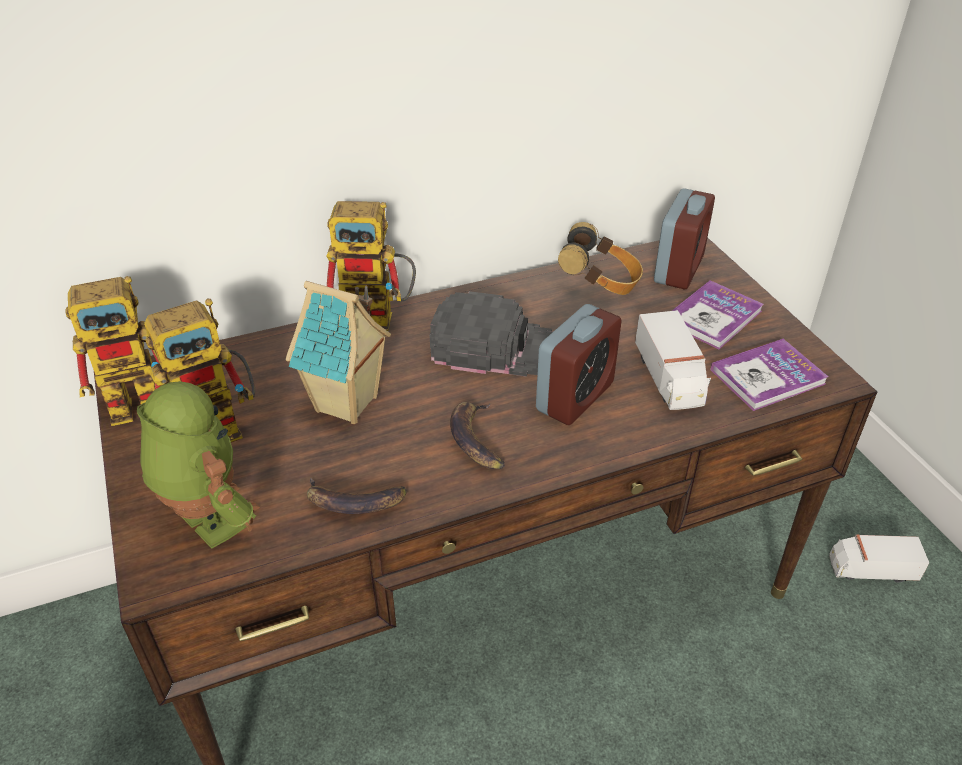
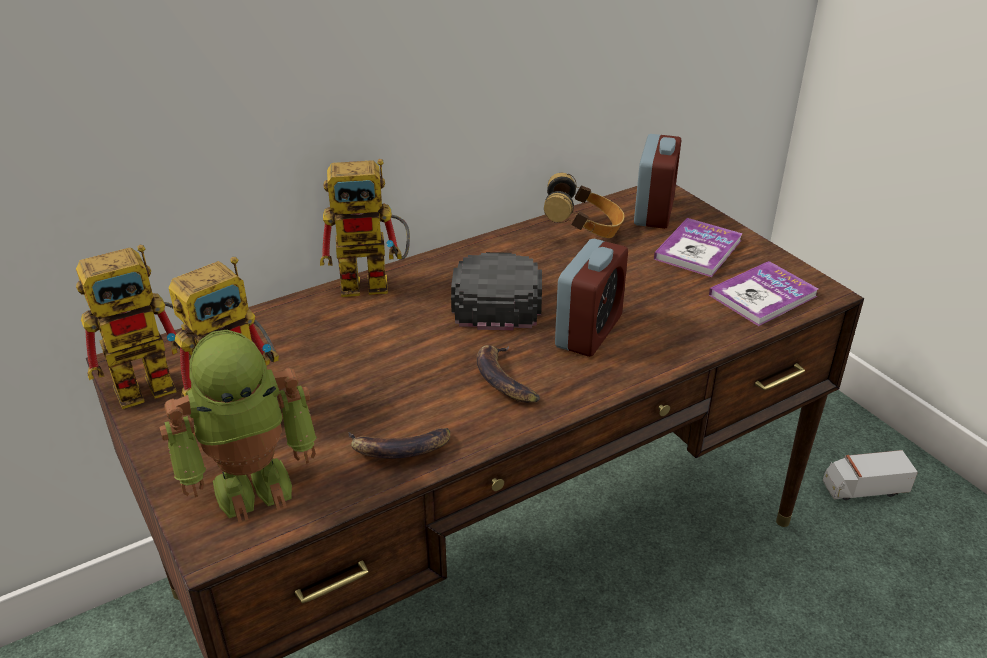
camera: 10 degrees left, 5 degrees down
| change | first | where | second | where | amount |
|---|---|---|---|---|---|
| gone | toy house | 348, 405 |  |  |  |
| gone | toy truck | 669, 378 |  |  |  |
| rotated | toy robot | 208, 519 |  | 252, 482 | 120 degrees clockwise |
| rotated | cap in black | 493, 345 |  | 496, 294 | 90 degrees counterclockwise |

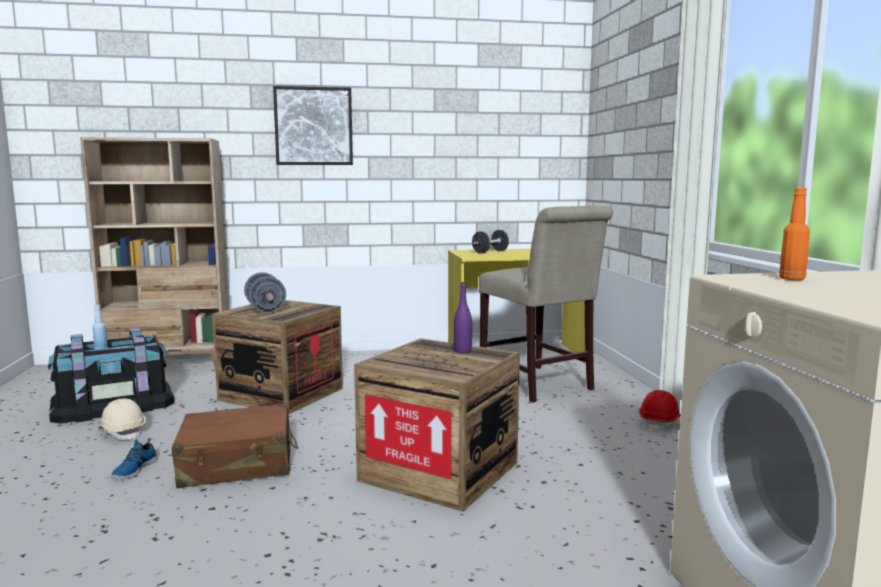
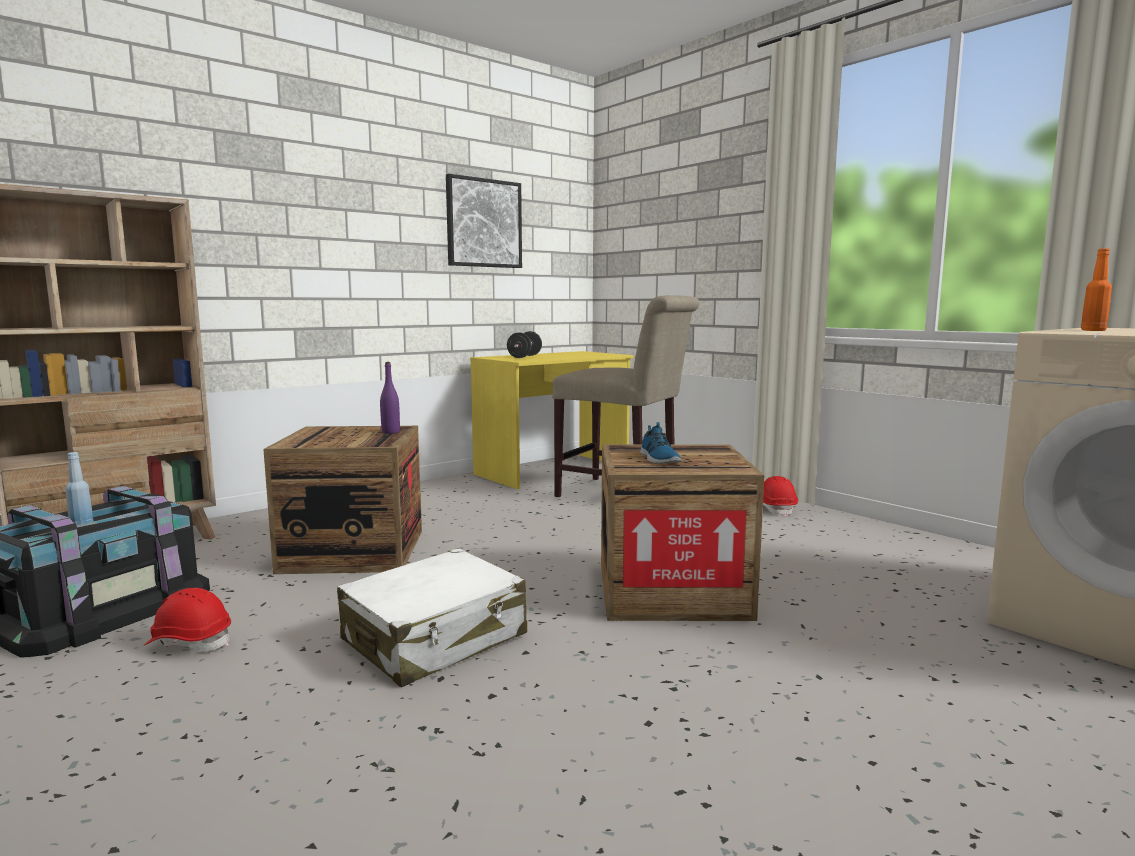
camera: 30 degrees left, 0 degrees up
| change | first | where | second | where | amount |
|---|---|---|---|---|---|
| gone | dumbbell in grey | 265, 309 |  |  |  |
| shifted | shoe | 134, 470 |  | 658, 459 |  |
| shifted | picture | 313, 126 |  | 483, 223 |  |
| shifted | bottle in purple | 462, 351 |  | 390, 432 |  |
| repainted | hard hat in beige | 123, 433 | hard hat in red | 190, 642 |  |
| repainted | suitcase in brown | 237, 464 | suitcase in white | 435, 638 |  |

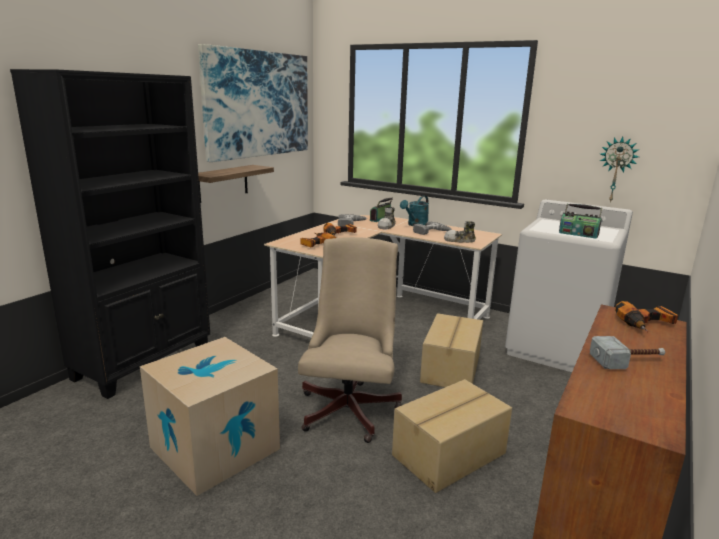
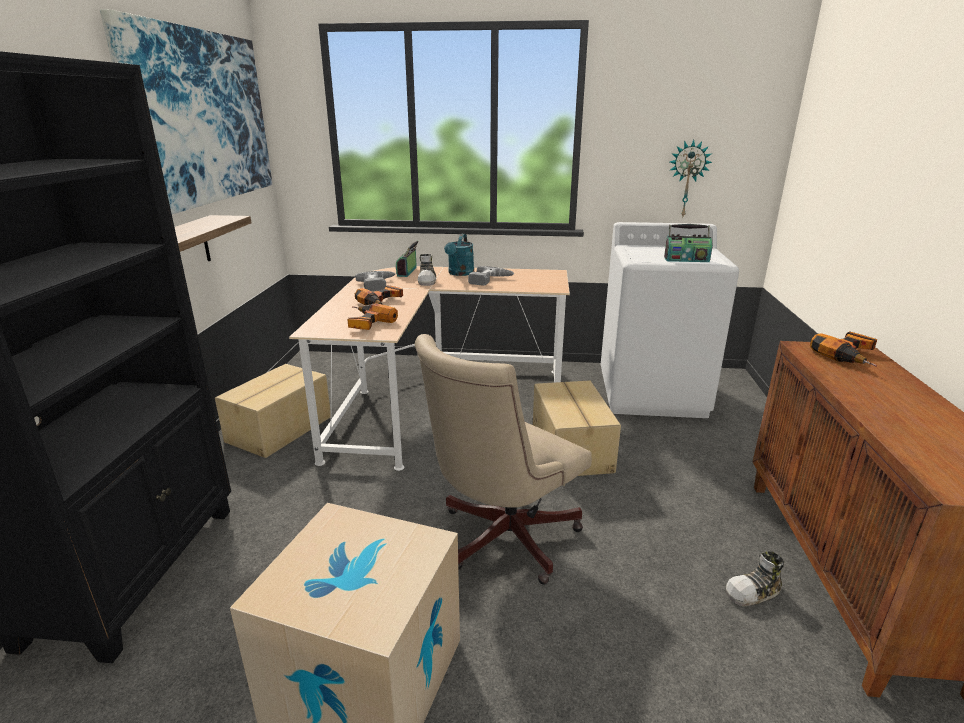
camera: 25 degrees left, 5 degrees up
| change | first | where | second | where | amount |
|---|---|---|---|---|---|
| gone | hammer | 628, 361 |  |  |  |
| shifted | cardboard box | 450, 455 |  | 281, 429 |  |
| shifted | shoe | 459, 240 |  | 754, 592 |  |
| rotated | office chair in beige | 351, 407 |  | 501, 539 | 120 degrees counterclockwise |

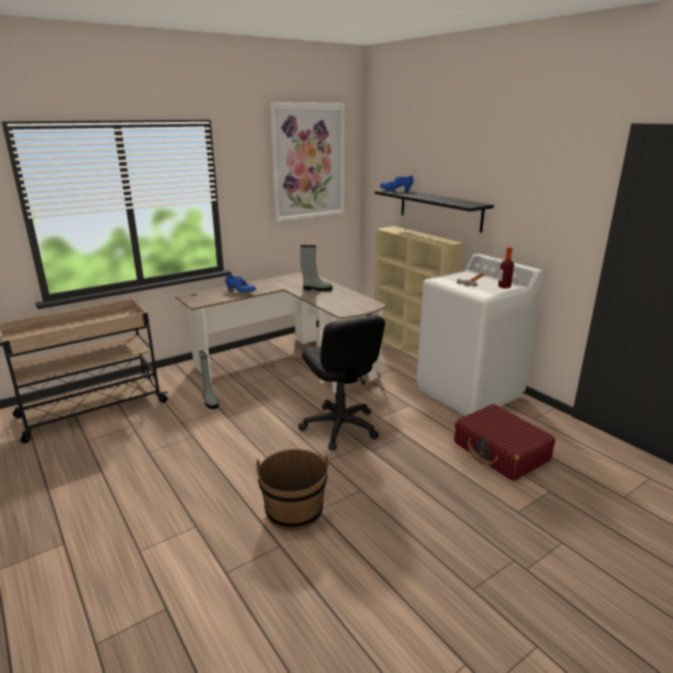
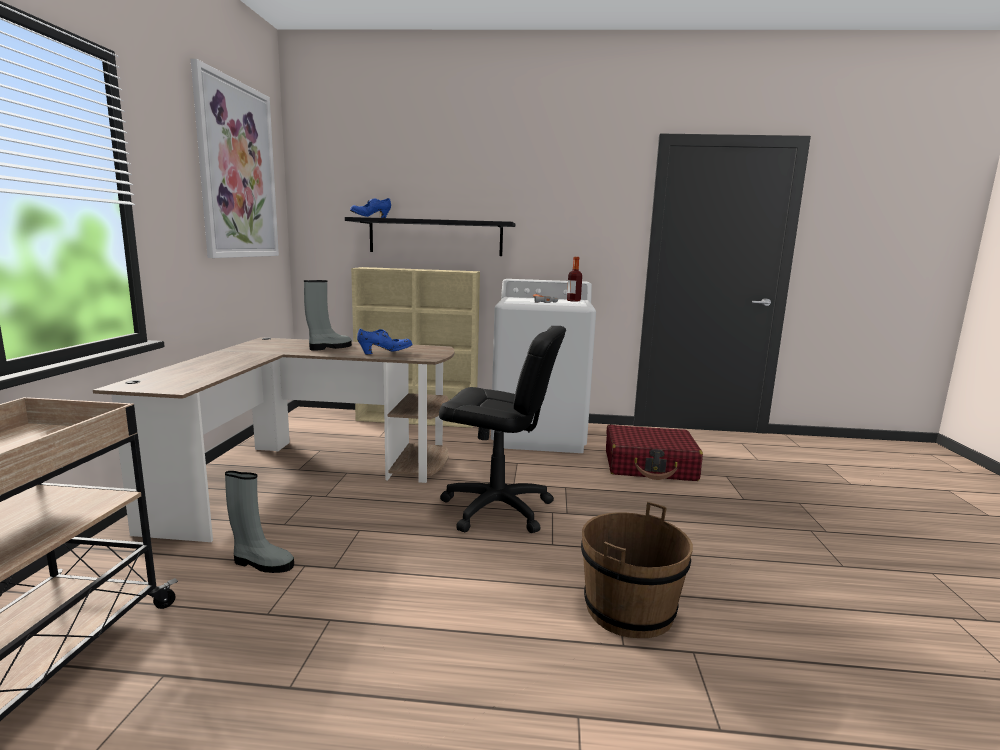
camera: 50 degrees left, 10 degrees down
| change | first | where | second | where | amount |
|---|---|---|---|---|---|
| shifted | shoe in blue | 240, 292 |  | 385, 353 |  |

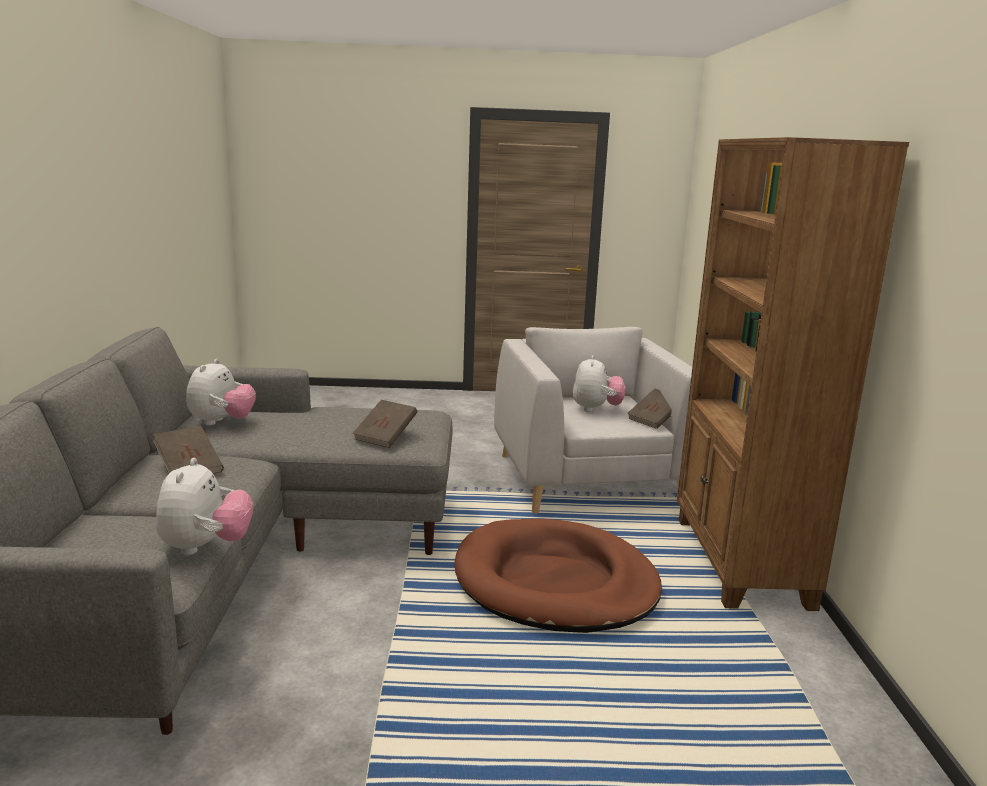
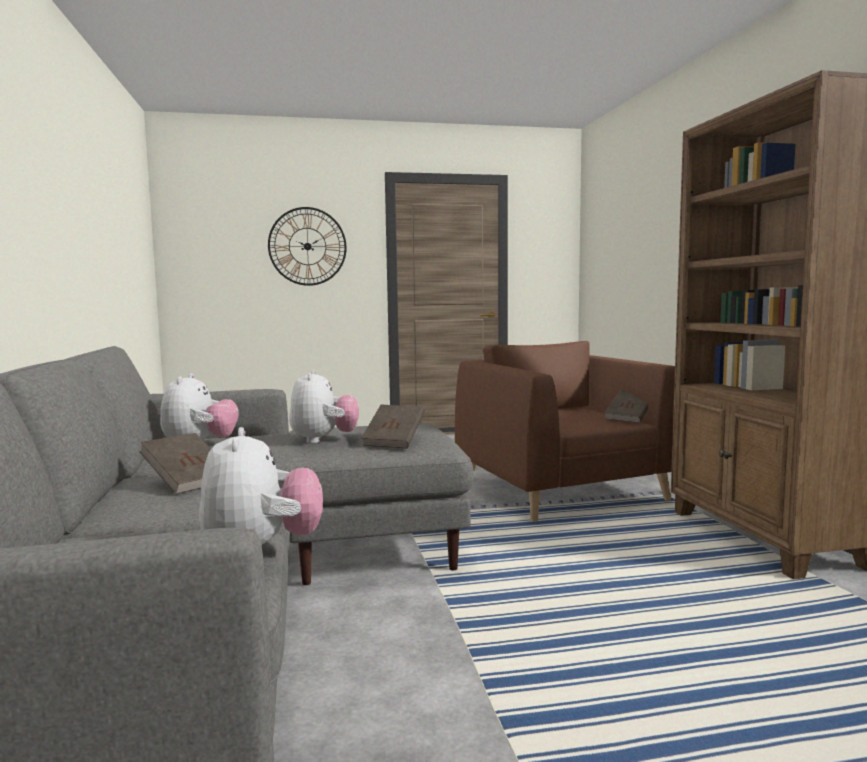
camera: 10 degrees left, 10 degrees down
| change | first | where | second | where | amount |
|---|---|---|---|---|---|
| gone | dog bed in brown | 555, 583 |  |  |  |
| new |  |  | wall clock | 307, 246 |  |
| shifted | plush toy | 596, 409 |  | 324, 440 |  |
| repainted | armchair in grey | 588, 479 | armchair in brown | 562, 490 |  |

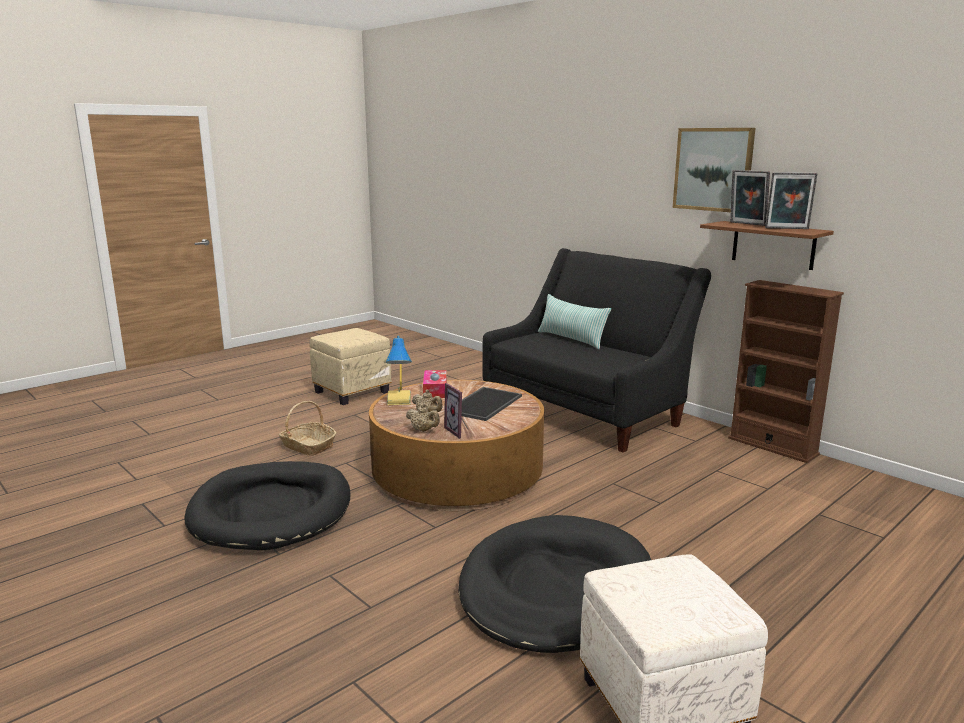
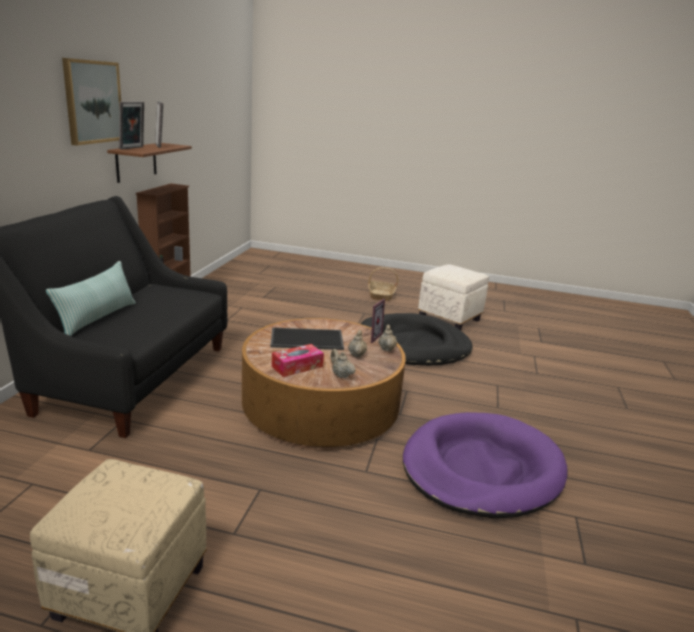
camera: 125 degrees left, 5 degrees up
| change | first | where | second | where | amount |
|---|---|---|---|---|---|
| shifted | basket | 308, 446 |  | 381, 295 |  |
| swapped | table lamp | 400, 400 | teapot in beige | 341, 375 |  |
| repainted | dog bed in black | 272, 510 | dog bed in purple | 481, 469 |  |

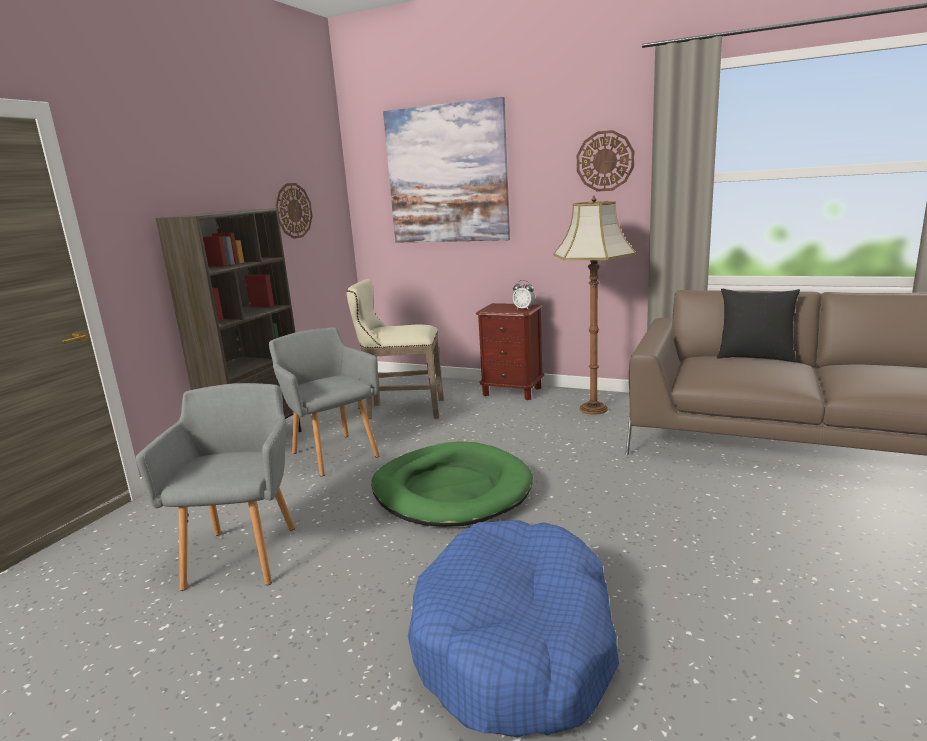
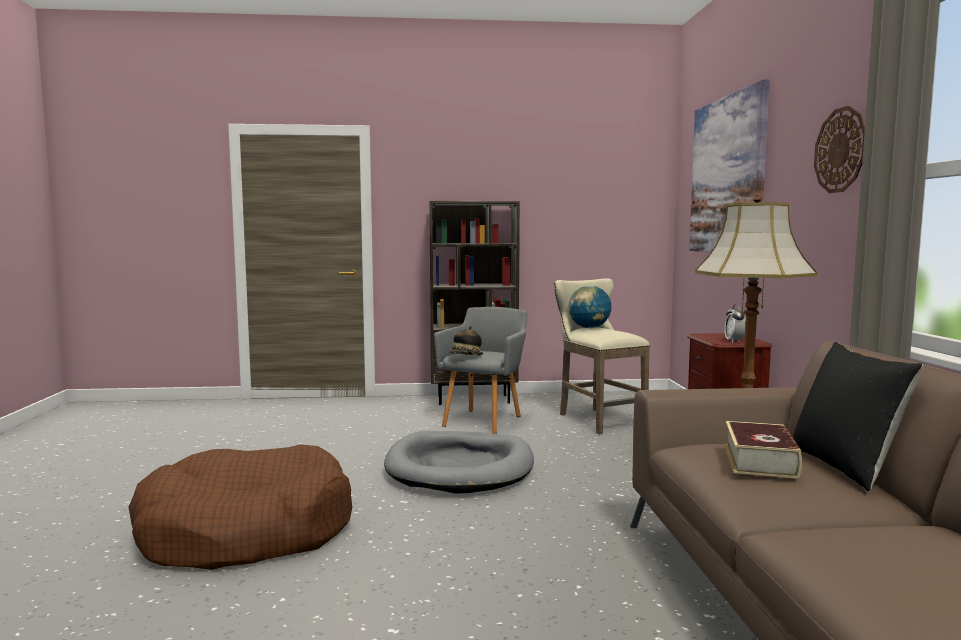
camera: 60 degrees right, 10 degrees down
| change | first | where | second | where | amount |
|---|---|---|---|---|---|
| gone | armchair in grey | 244, 552 |  |  |  |
| gone | wall clock | 293, 210 |  |  |  |
| new |  |  | hat | 466, 357 |  |
| new |  |  | globe | 589, 328 |  |
| new |  |  | book | 760, 461 |  |
| repainted | dog bed in green | 451, 490 | dog bed in grey | 460, 467 |  |
| repainted | dog bed in blue | 516, 644 | dog bed in brown | 246, 531 |  |

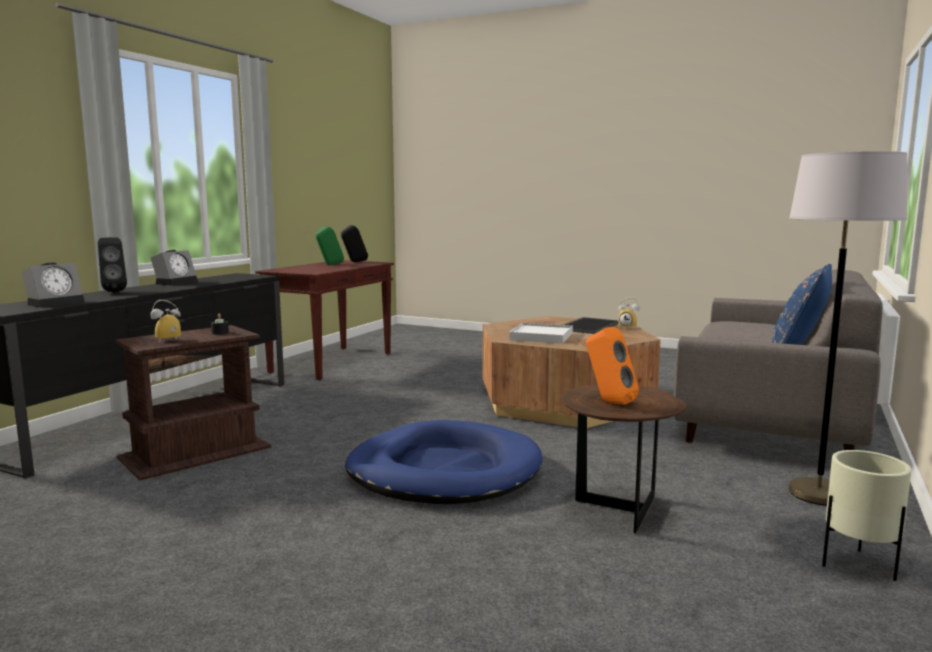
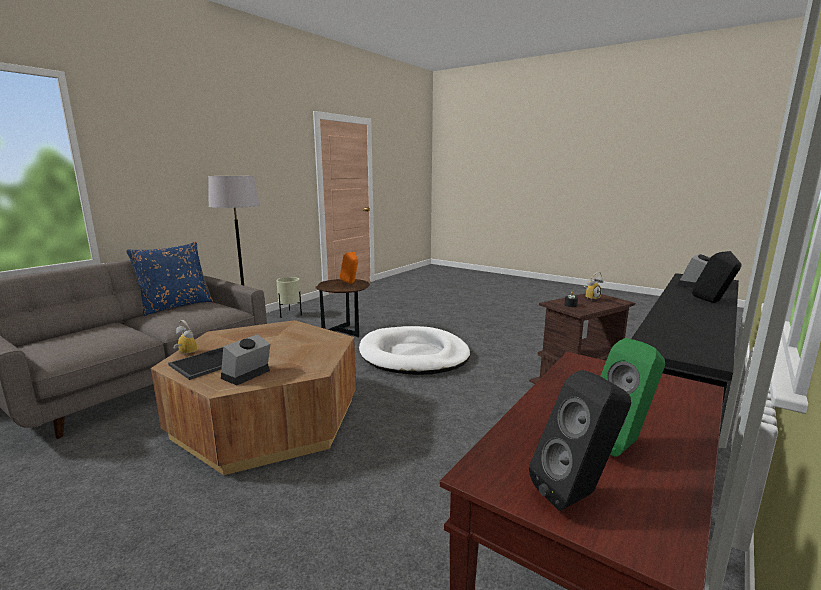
camera: 170 degrees left, 5 degrees up
| change | first | where | second | where | amount |
|---|---|---|---|---|---|
| gone | tray in white | 541, 336 |  |  |  |
| shifted | alarm clock | 176, 282 |  | 246, 375 |  |
| repainted | dog bed in blue | 444, 471 | dog bed in white | 414, 355 |  |

